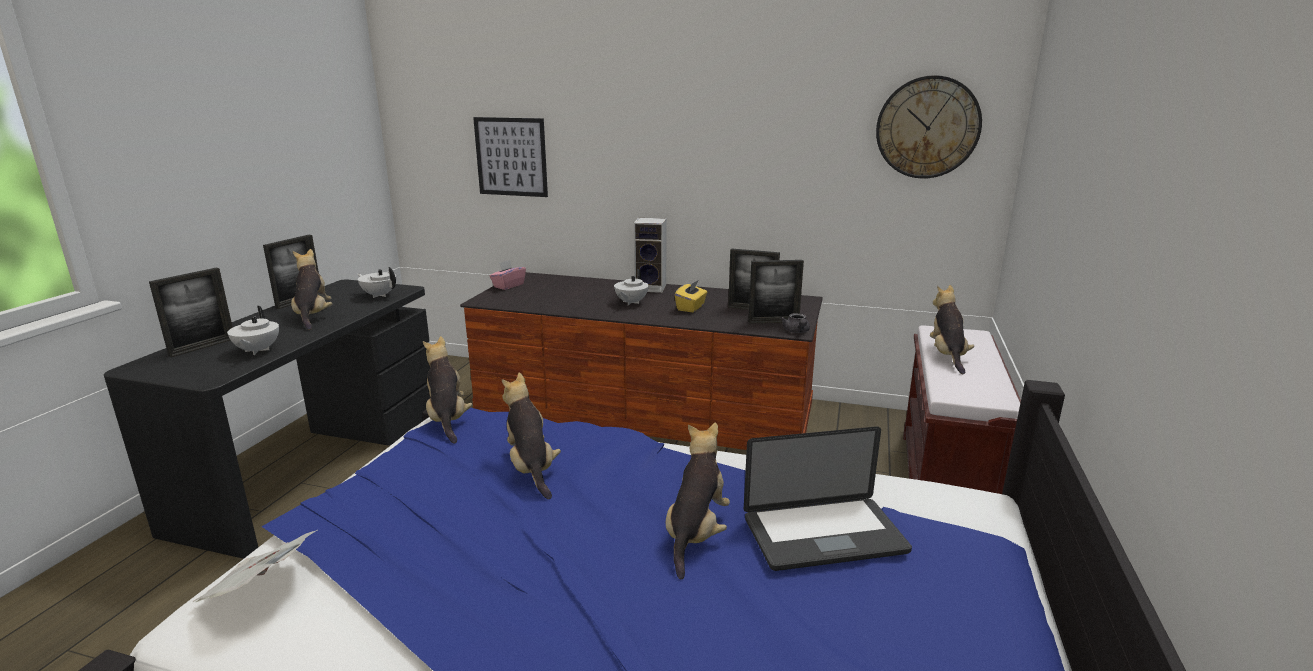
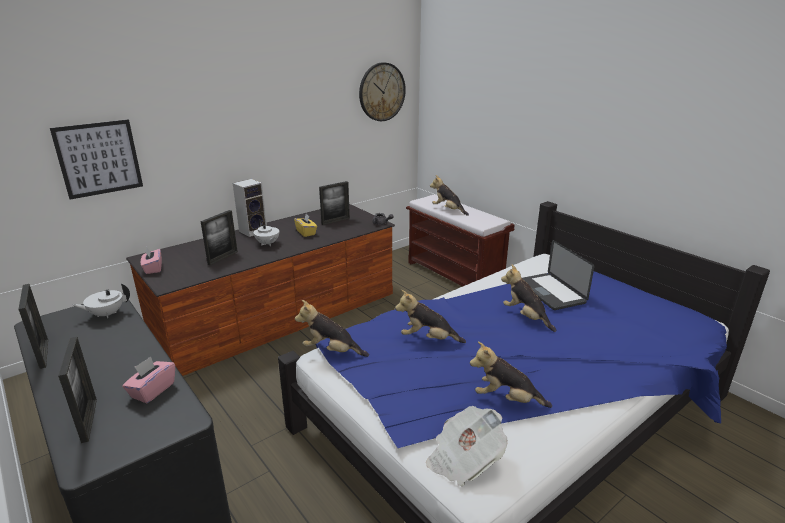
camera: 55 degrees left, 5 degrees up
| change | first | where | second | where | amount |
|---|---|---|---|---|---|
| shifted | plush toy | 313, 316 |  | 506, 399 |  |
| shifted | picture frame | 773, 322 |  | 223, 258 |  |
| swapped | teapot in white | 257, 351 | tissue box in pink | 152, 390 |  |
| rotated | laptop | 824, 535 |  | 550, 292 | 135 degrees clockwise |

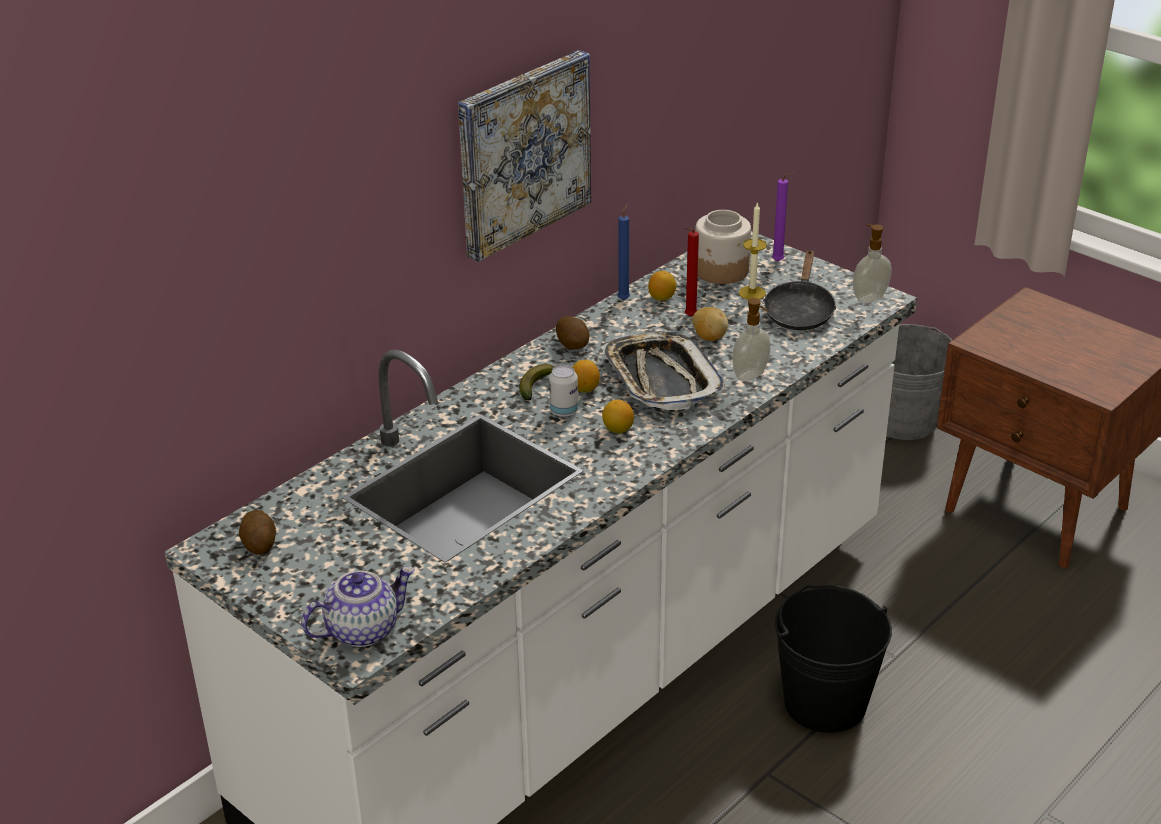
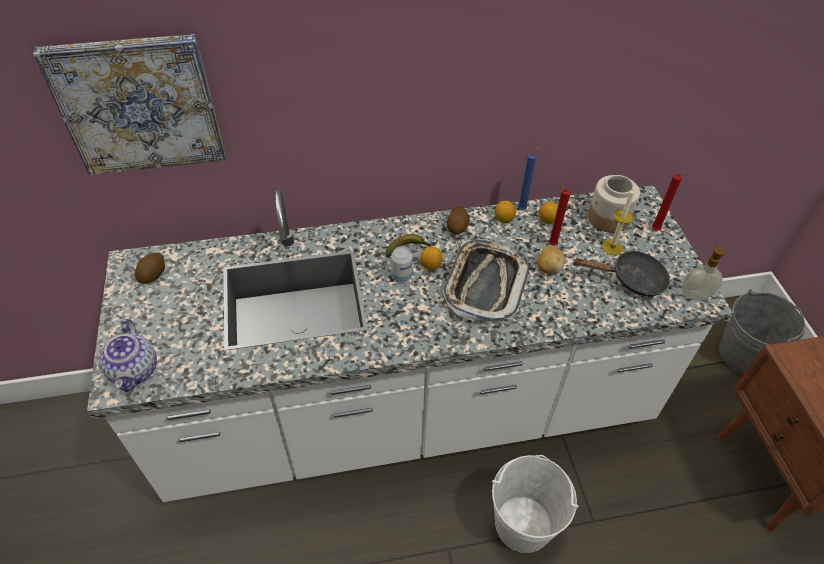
camera: 35 degrees right, 15 degrees up
| change | first | where | second | where | amount |
|---|---|---|---|---|---|
| gone | soap dispenser | 751, 376 |  |  |  |
| shifted | picture | 522, 153 |  | 139, 104 |  |
| shifted | lemon | 618, 429 |  | 504, 219 |  |
| repainted | candle in purple | 779, 261 | candle in red | 656, 231 |  |
| repainted | bucket in black | 825, 702 | bucket in white | 523, 523 |  |
| rotated | teapot | 362, 629 |  | 135, 371 | 75 degrees clockwise |
| rotated | frying pan in black | 799, 311 |  | 632, 279 | 135 degrees counterclockwise |

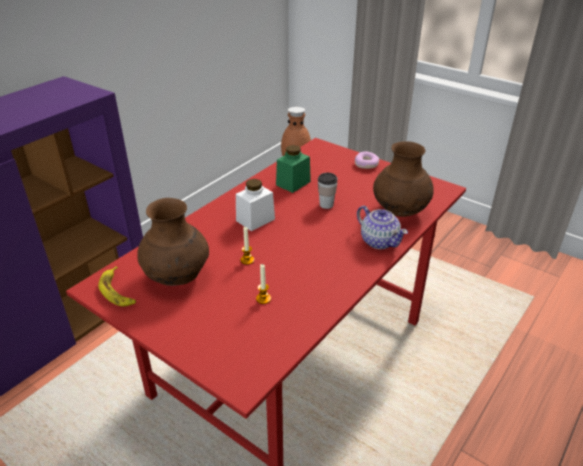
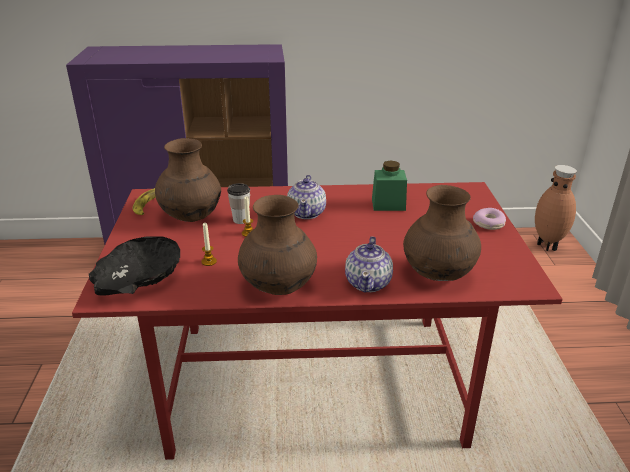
camera: 50 degrees right, 5 degrees down
| change | first | where | second | where | amount |
|---|---|---|---|---|---|
| new |  |  | bowl in black | 138, 278 |  |
| new |  |  | vase in brown | 278, 287 |  |
| shifted | cup | 326, 205 |  | 240, 220 |  |
| swapped | jar in white | 255, 220 | teapot | 307, 213 |  |

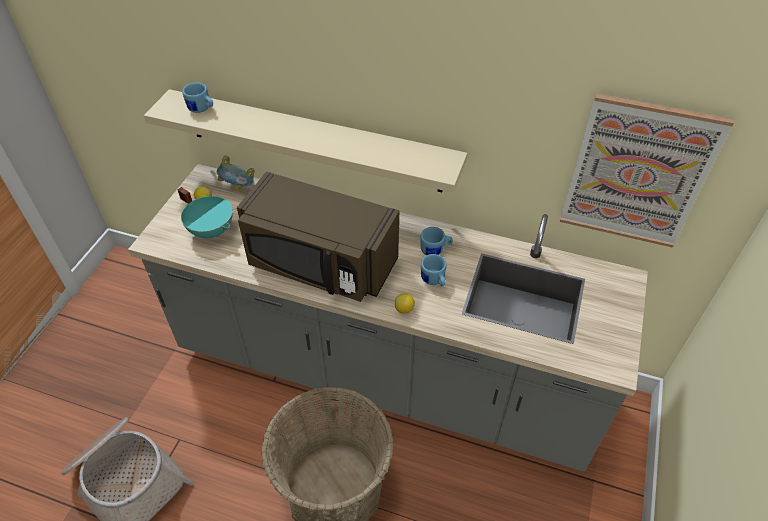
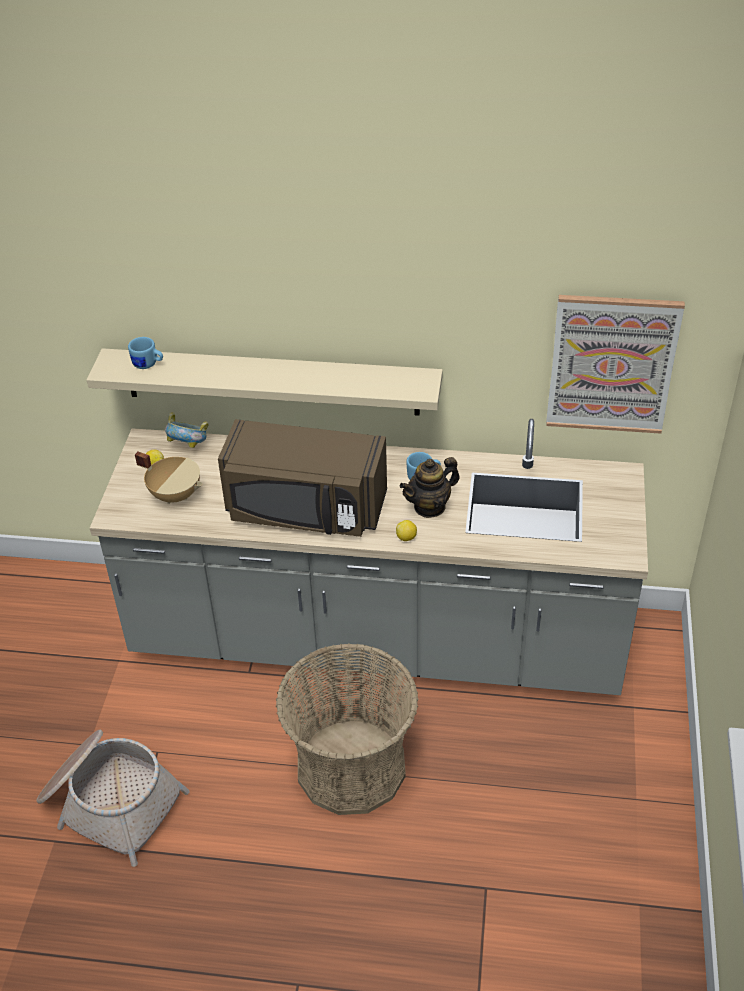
camera: 10 degrees left, 5 degrees down
| change | first | where | second | where | amount |
|---|---|---|---|---|---|
| swapped | mug in blue | 434, 281 | teapot | 429, 506 |  |
| repainted | cooking pot in turquoise | 212, 230 | cooking pot in beige | 176, 494 |  |

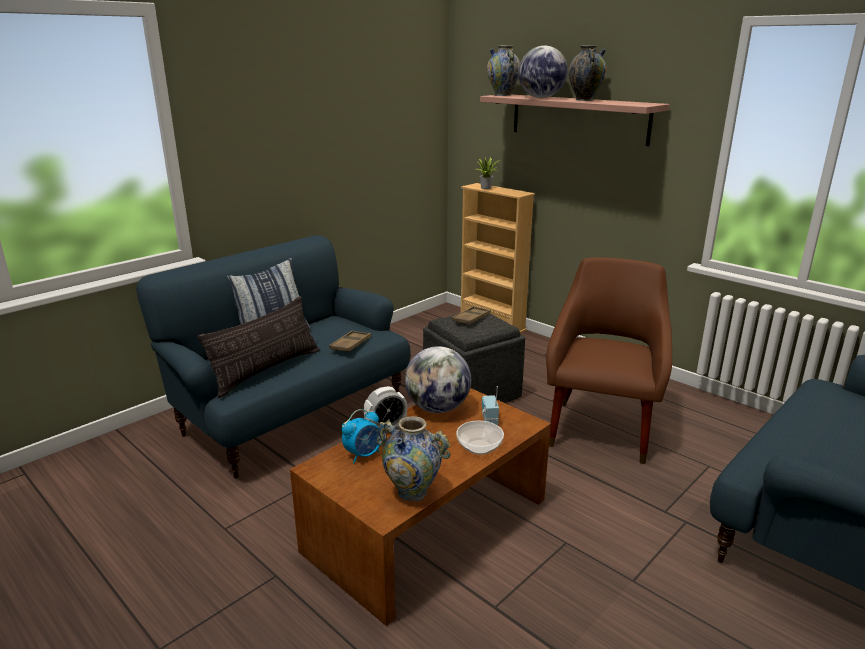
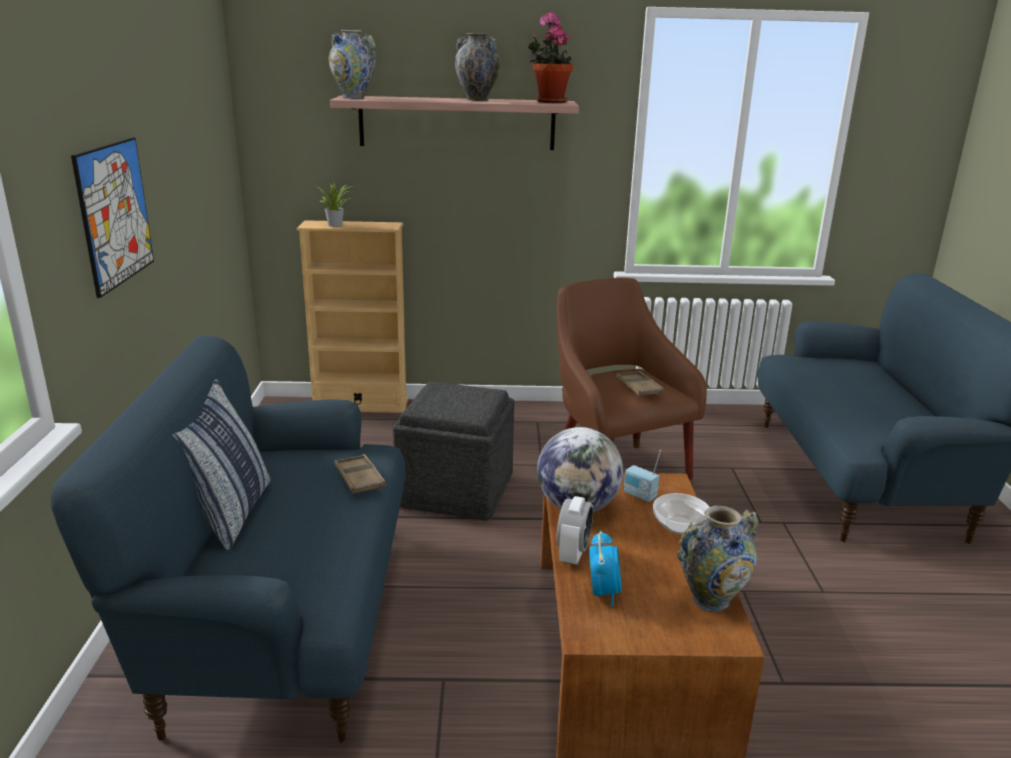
camera: 45 degrees left, 0 degrees up
| change | first | where | second | where | amount |
|---|---|---|---|---|---|
| gone | pillow | 266, 370 |  |  |  |
| gone | globe | 541, 98 |  |  |  |
| new |  |  | picture | 115, 214 |  |
| new |  |  | potted plant | 549, 101 |  |
| shifted | tray in brown | 471, 319 |  | 638, 388 |  |

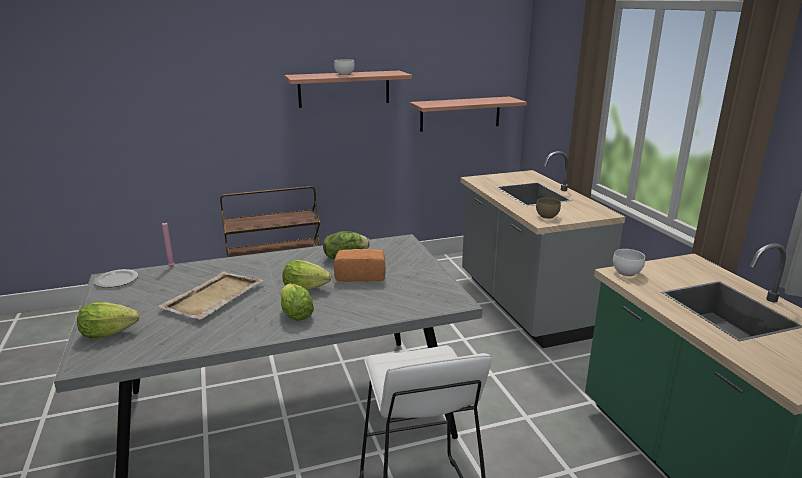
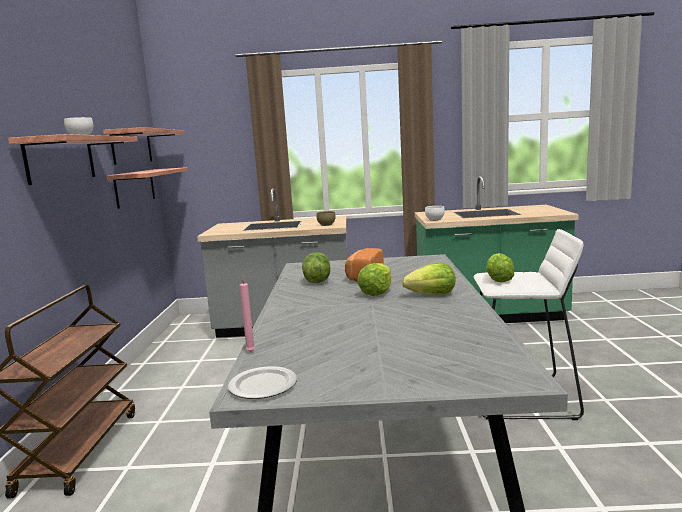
camera: 70 degrees left, 10 degrees down
| change | first | where | second | where | amount |
|---|---|---|---|---|---|
| gone | tray in beige | 212, 298 |  |  |  |
| new |  |  | shelf | 132, 147 |  |
| shifted | lettuce | 108, 333 |  | 498, 279 |  |

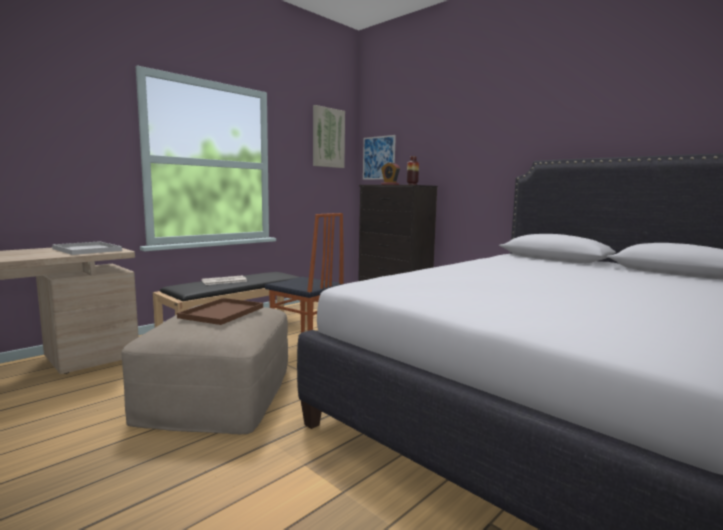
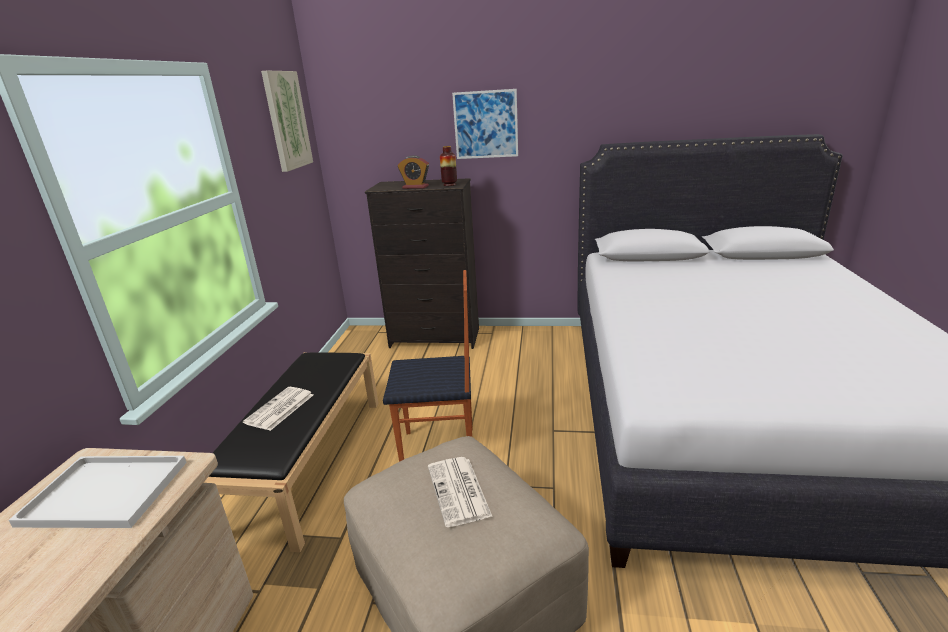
camera: 35 degrees left, 15 degrees up
| change | first | where | second | where | amount |
|---|---|---|---|---|---|
| shifted | picture | 378, 158 |  | 485, 124 |  |
| swapped | tray in brown | 222, 313 | newspaper | 459, 491 |  |

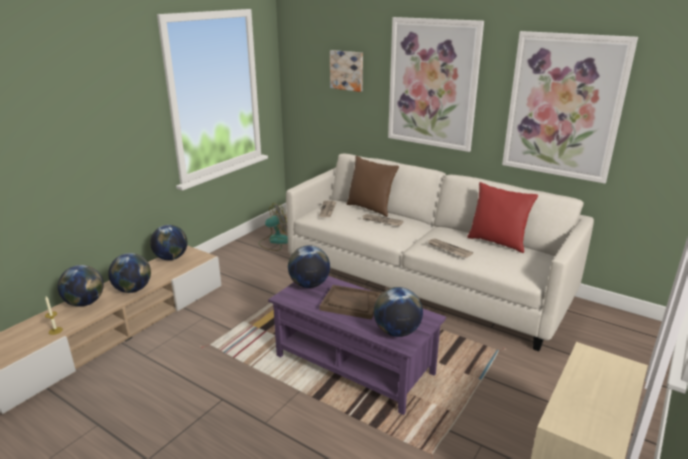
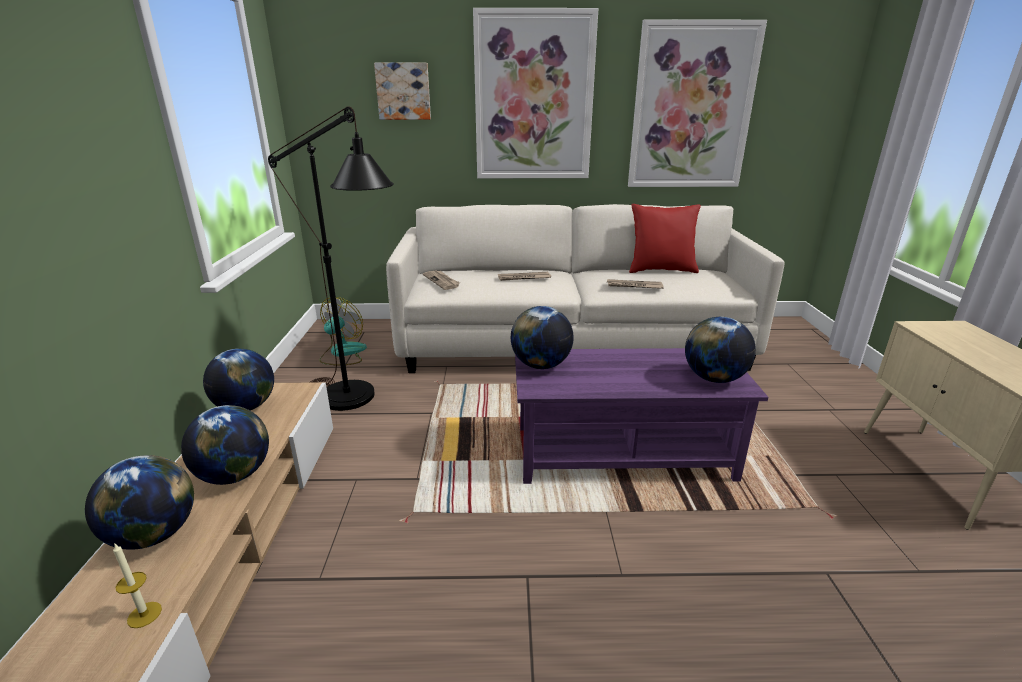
camera: 35 degrees left, 0 degrees up
| change | first | where | second | where | amount |
|---|---|---|---|---|---|
| gone | tray in brown | 351, 303 |  |  |  |
| gone | pillow in brown | 370, 208 |  |  |  |
| new |  |  | floor lamp in black | 357, 401 |  |

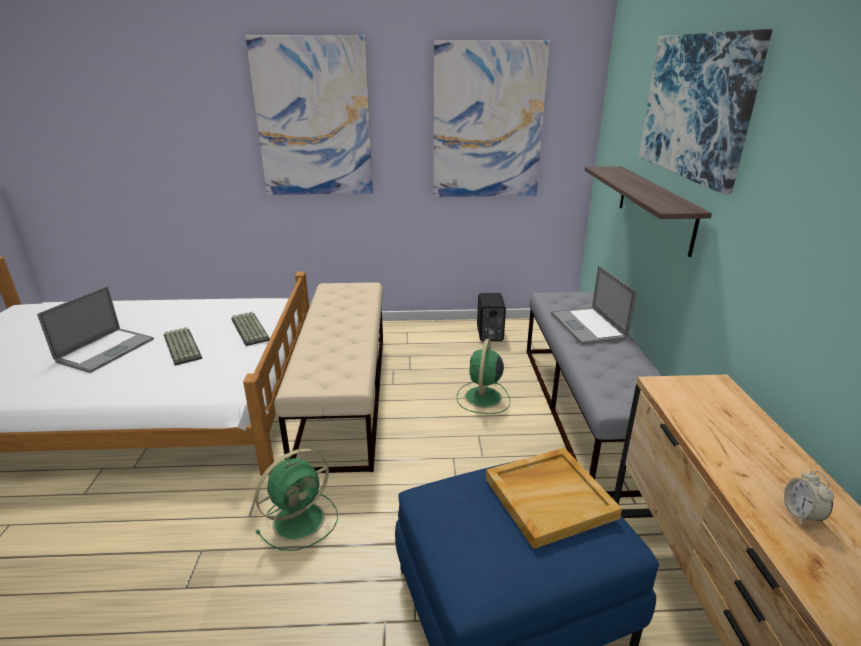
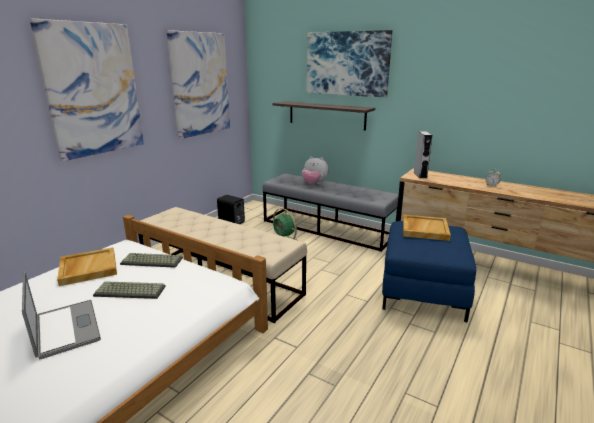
camera: 55 degrees left, 5 degrees down
| change | first | where | second | where | amount |
|---|---|---|---|---|---|
| gone | fan in green | 301, 519 |  |  |  |
| new |  |  | tray in beige | 88, 268 |  |
| new |  |  | speaker in grey | 420, 175 |  |
| swapped | laptop | 587, 326 | plush toy | 314, 184 |  |

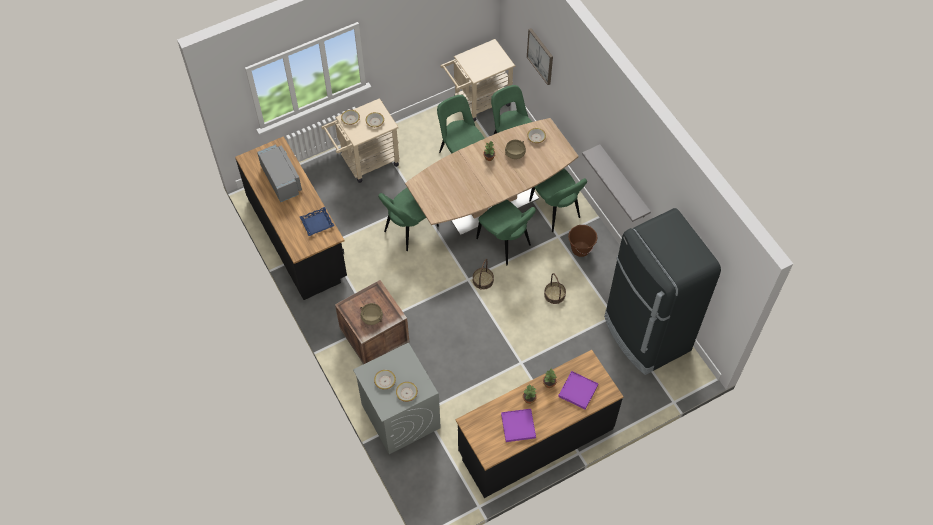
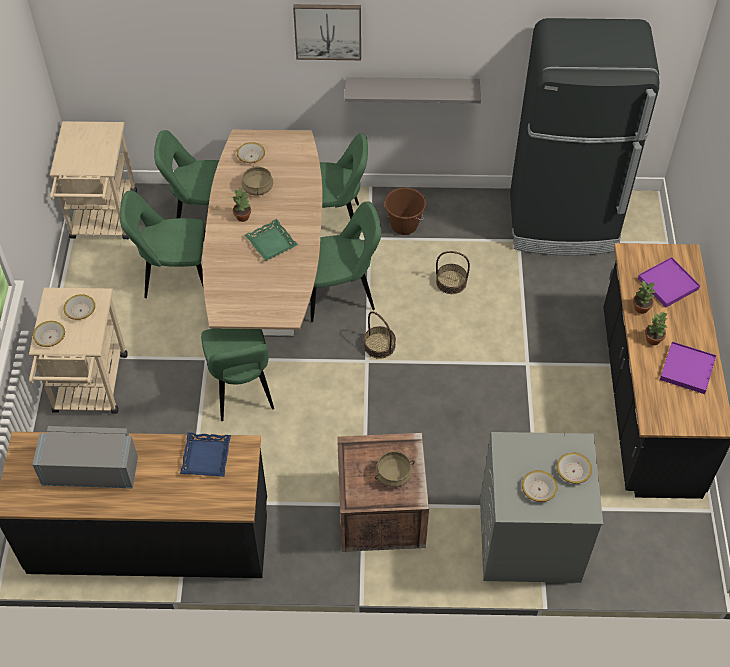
camera: 60 degrees left, 5 degrees down
| change | first | where | second | where | amount |
|---|---|---|---|---|---|
| new |  |  | tray in green | 271, 243 |  |
| shifted | picture | 540, 56 |  | 328, 31 |  |

